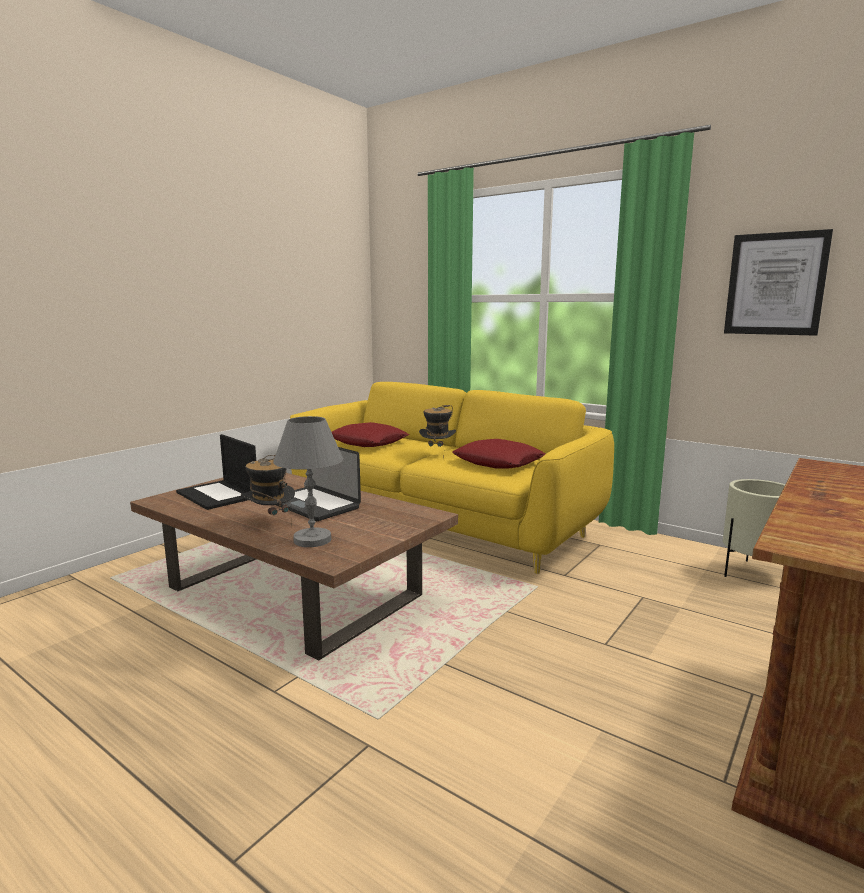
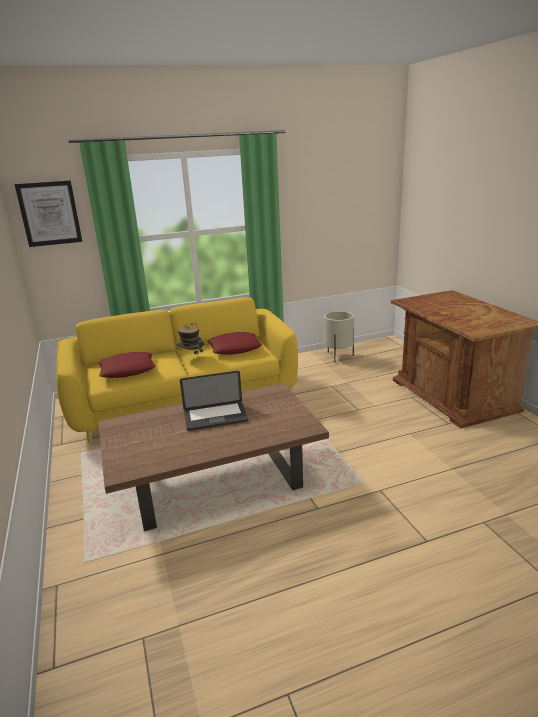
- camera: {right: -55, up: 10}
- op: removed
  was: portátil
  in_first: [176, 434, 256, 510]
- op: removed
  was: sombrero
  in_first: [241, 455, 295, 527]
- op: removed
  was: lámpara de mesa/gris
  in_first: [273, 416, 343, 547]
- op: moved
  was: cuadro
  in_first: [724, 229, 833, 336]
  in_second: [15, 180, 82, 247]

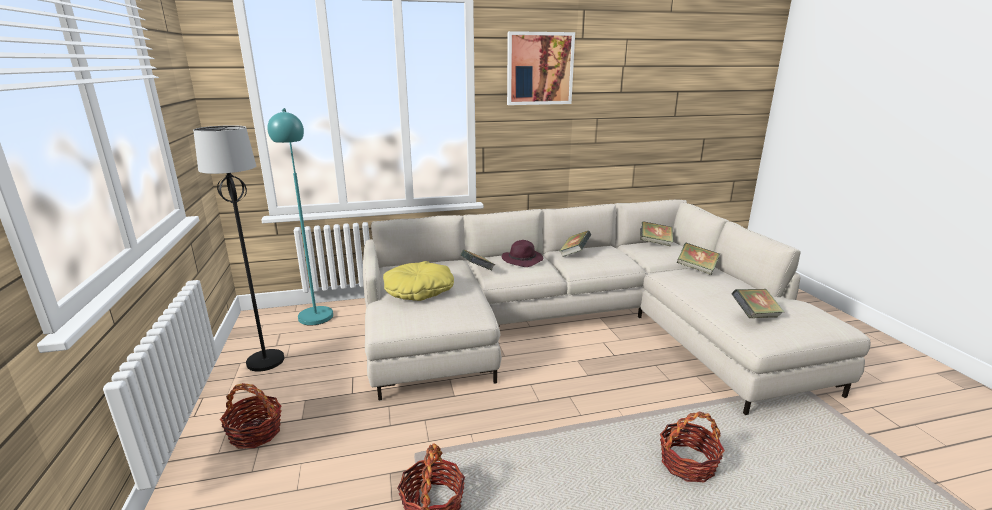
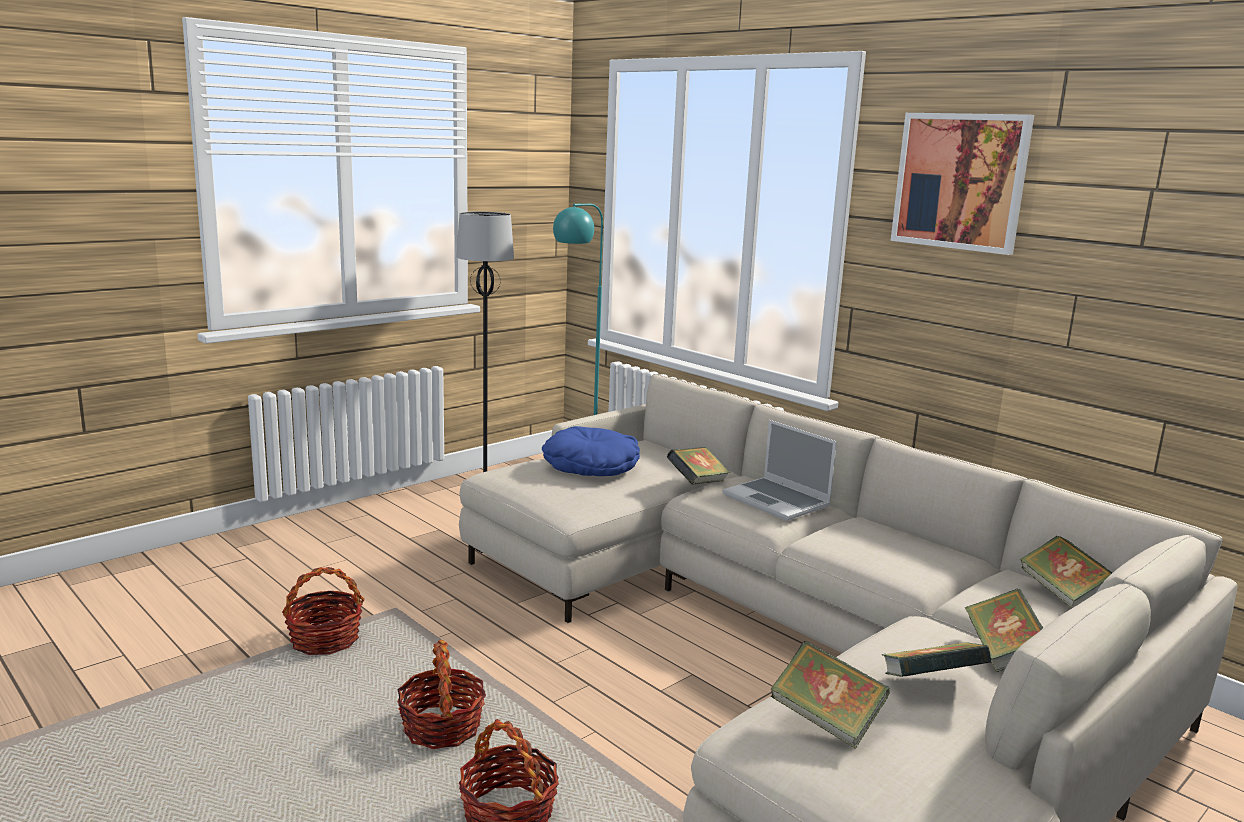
- camera: {right: 60, up: -5}
- op: moved
  was: cesta
  in_first: [220, 383, 282, 449]
  in_second: [397, 640, 486, 749]
- op: moved
  was: libro
  in_first: [560, 231, 591, 257]
  in_second: [881, 642, 991, 677]
- op: replaced
  was: sombrero/morado
  now: portátil
  in_first: [502, 240, 544, 267]
  in_second: [723, 420, 837, 521]
- op: recoloured
  was: cojín/amarillo
  now: cojín/azul
  in_first: [383, 261, 454, 301]
  in_second: [542, 426, 640, 476]

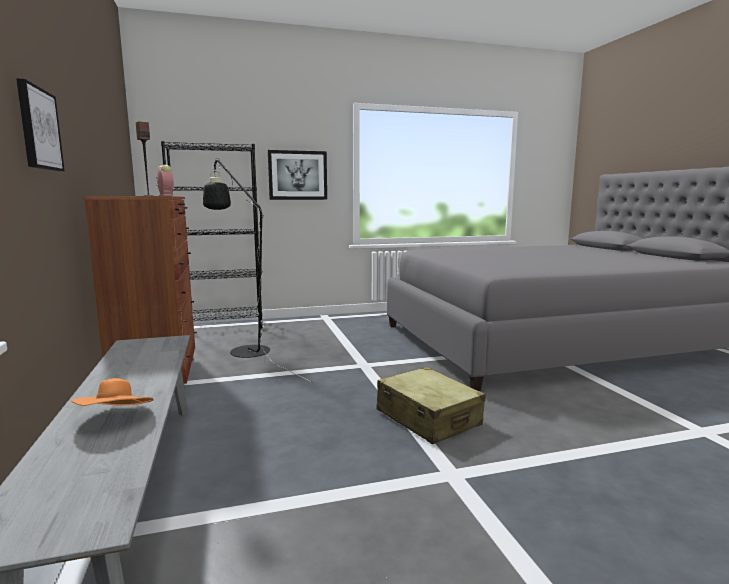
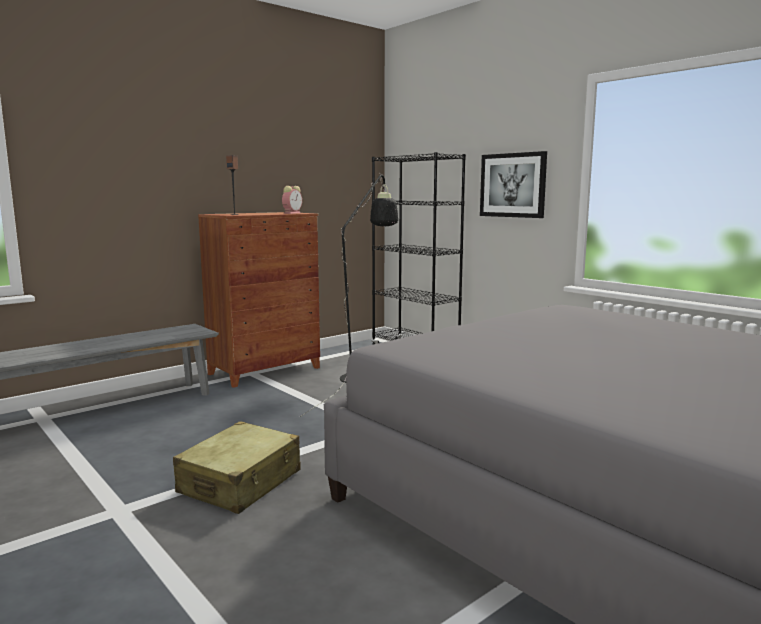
- camera: {right: 65, up: 0}
- op: removed
  was: cuadro
  in_first: [16, 78, 65, 171]
- op: removed
  was: sombrero/naranja
  in_first: [71, 378, 153, 406]

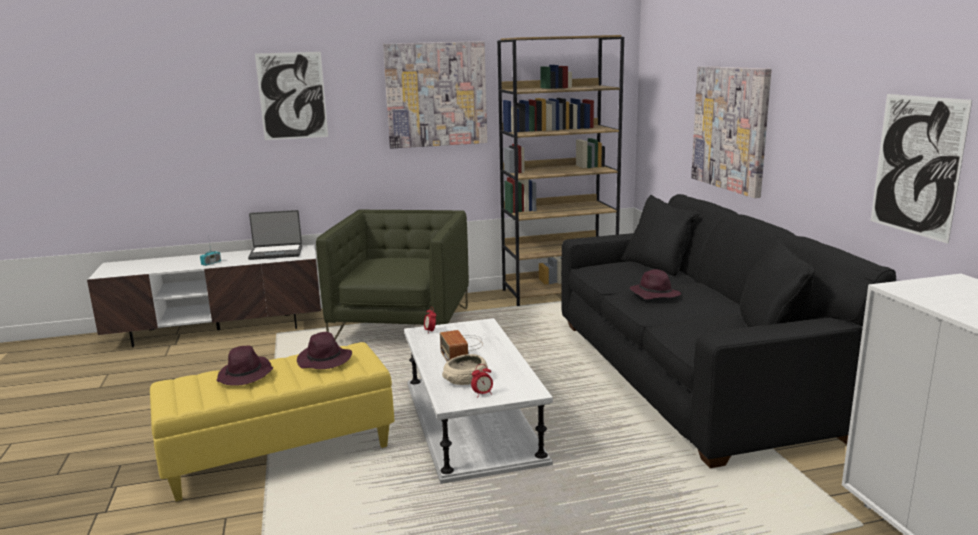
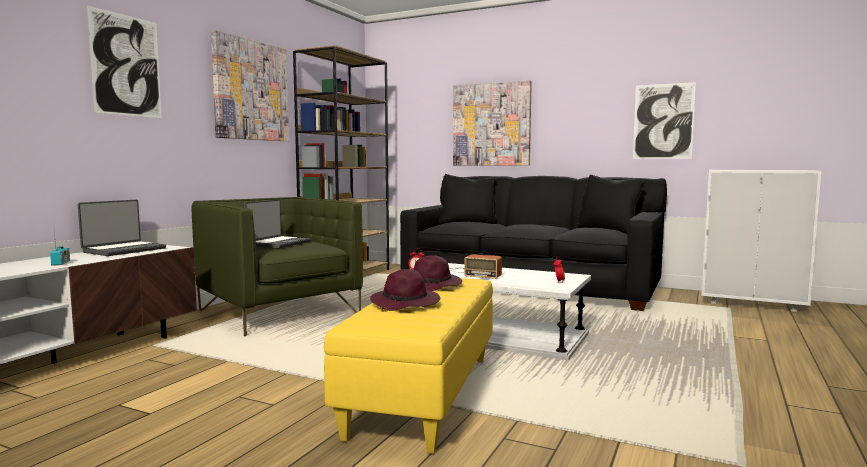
- camera: {right: -50, up: -10}
- op: removed
  was: cuenco/beis
  in_first: [442, 354, 488, 385]
- op: removed
  was: sombrero/morado
  in_first: [630, 269, 681, 299]
- op: added
  now: portátil
  in_second: [244, 199, 312, 248]

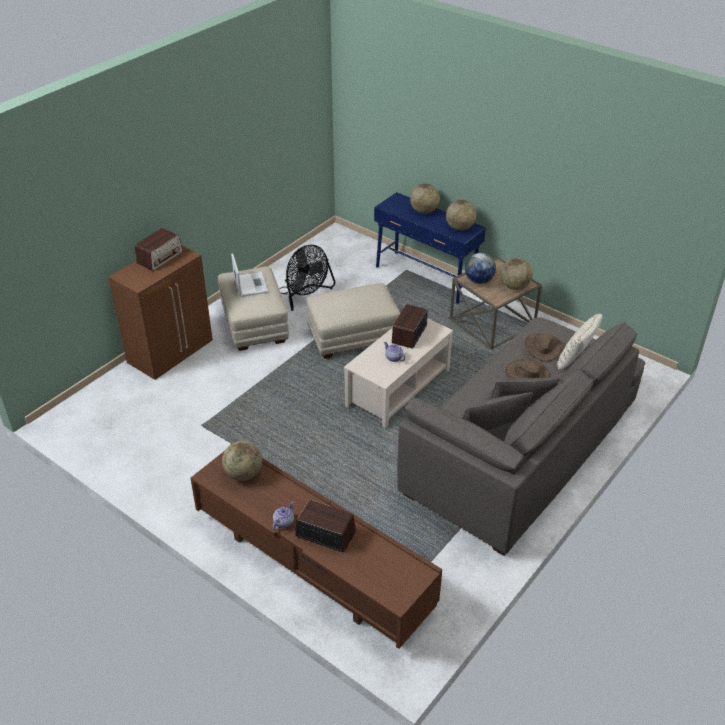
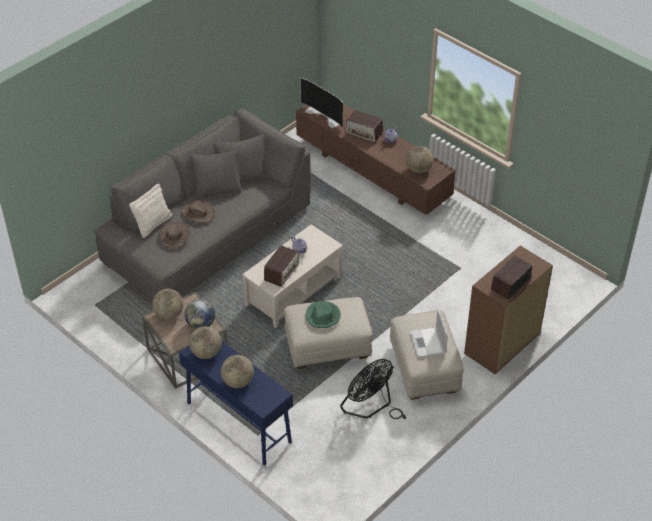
- camera: {right: -175, up: 5}
- op: added
  now: televisor
  in_second: [300, 78, 343, 128]
- op: added
  now: sombrero/verde
  in_second: [306, 301, 341, 328]

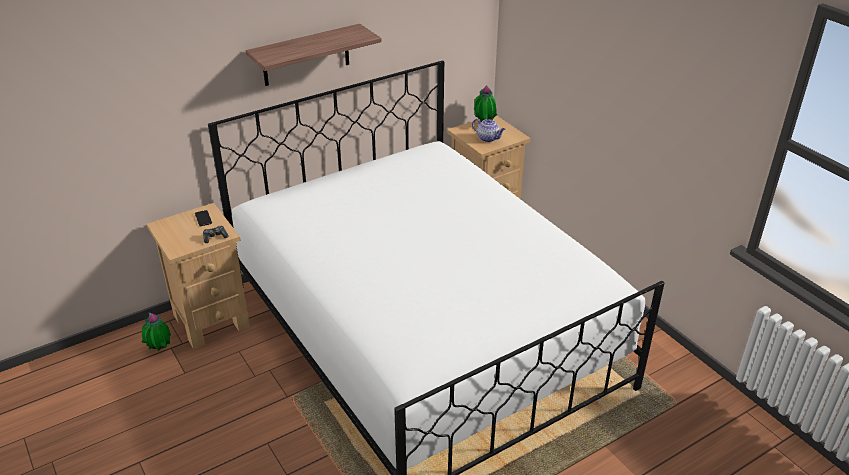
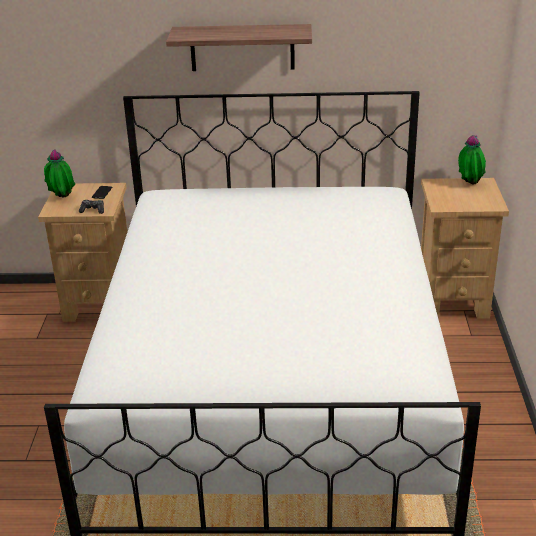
- camera: {right: 35, up: -5}
- op: removed
  was: tetera
  in_first: [472, 119, 505, 142]
- op: moved
  was: planta en maceta
  in_first: [142, 312, 171, 351]
  in_second: [44, 149, 75, 198]

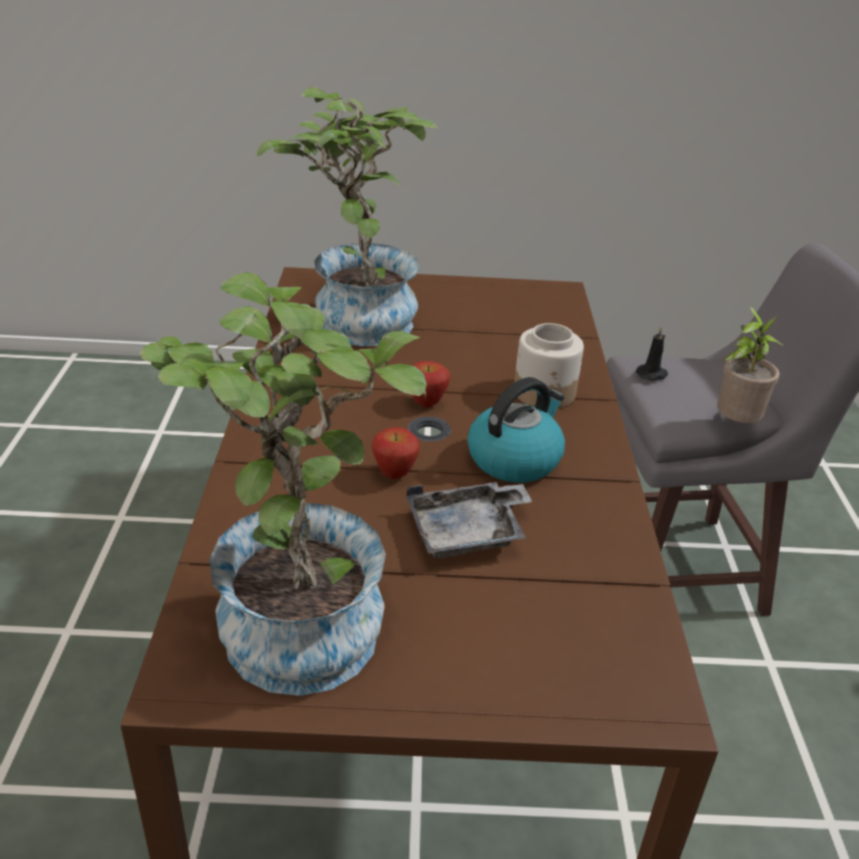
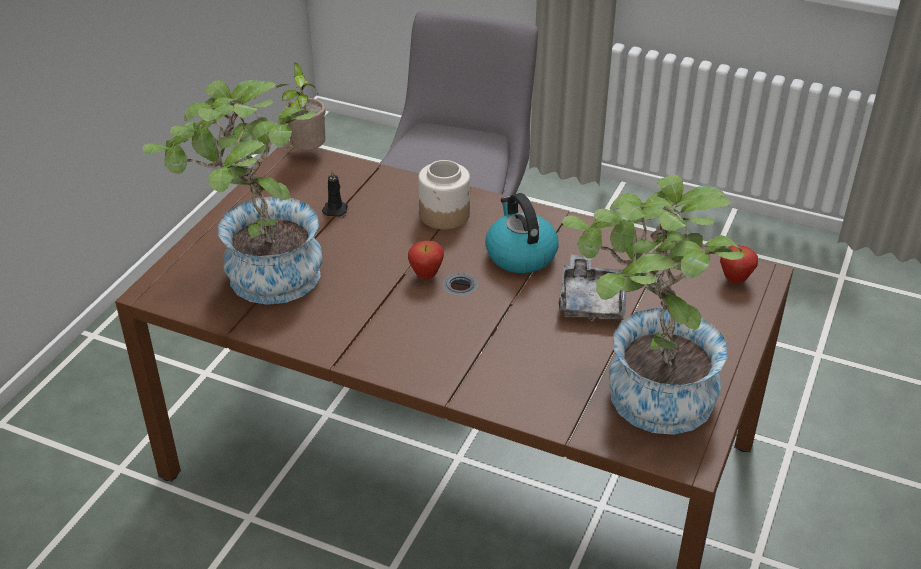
- camera: {right: -65, up: 5}
- op: moved
  was: manzana
  in_first: [372, 427, 420, 479]
  in_second: [720, 245, 758, 284]
- op: moved
  was: vela/negro
  in_first: [636, 326, 668, 381]
  in_second: [322, 169, 348, 217]
- op: moved
  was: planta en maceta
  in_first: [717, 307, 782, 423]
  in_second: [277, 63, 326, 150]

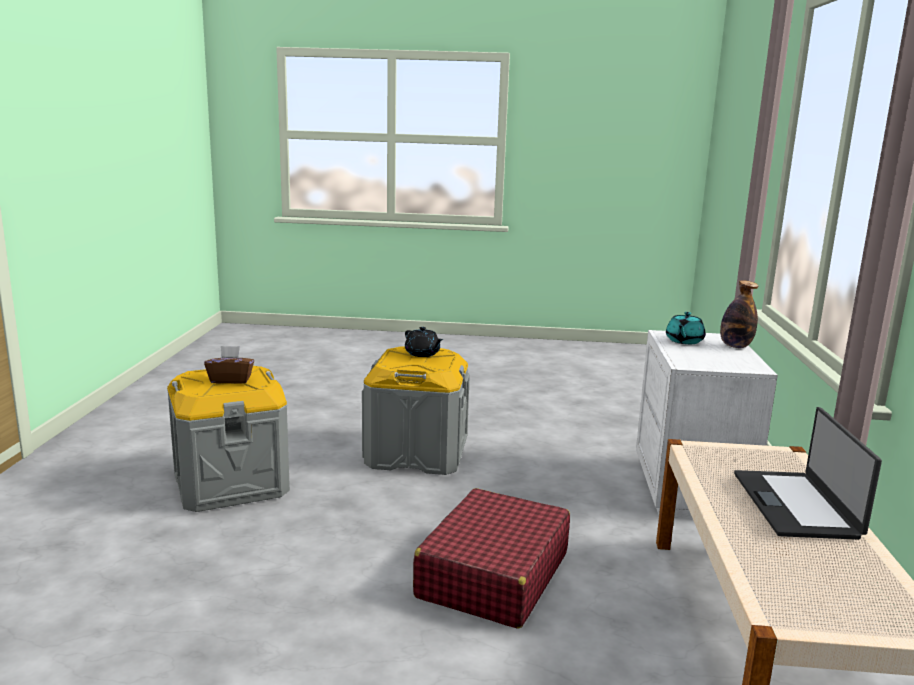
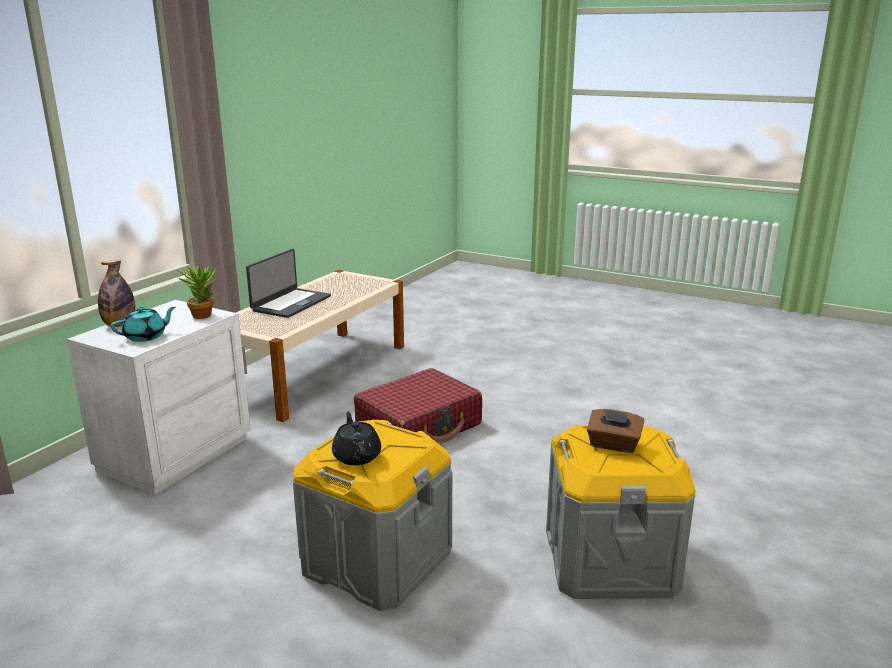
- camera: {right: -155, up: 5}
- op: added
  now: planta en maceta
  in_second: [176, 263, 216, 319]

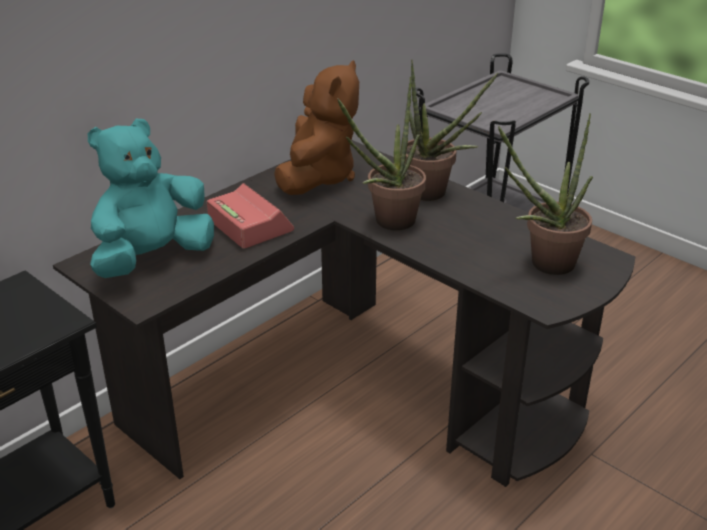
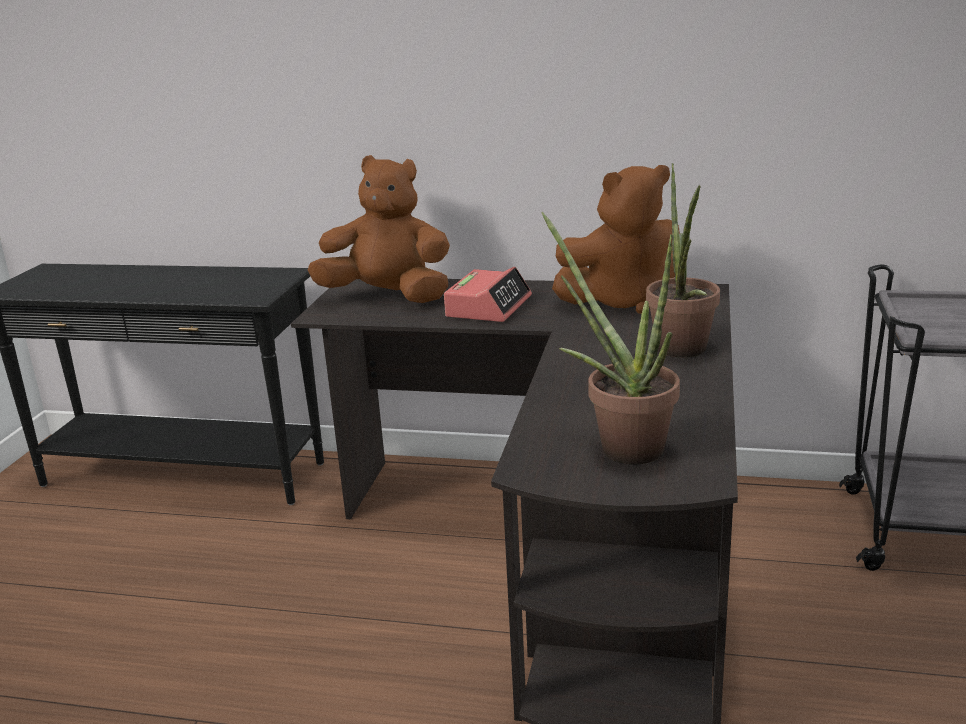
- camera: {right: 60, up: -10}
- op: removed
  was: planta en maceta
  in_first: [338, 77, 426, 231]
- op: recoloured
  was: peluche/turquesa
  now: peluche/marrón
  in_first: [88, 119, 214, 278]
  in_second: [308, 155, 450, 303]

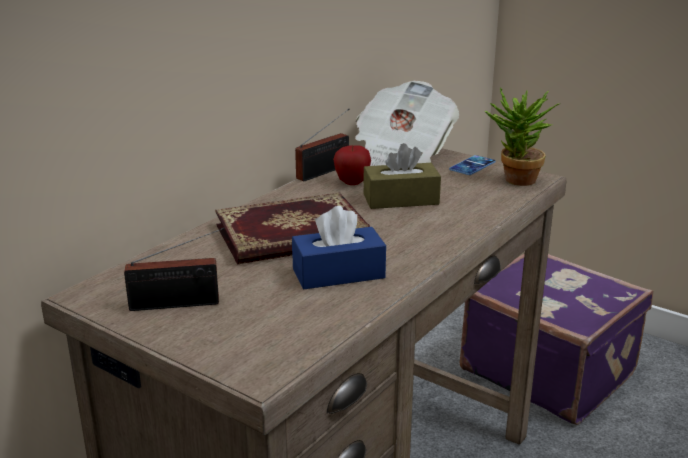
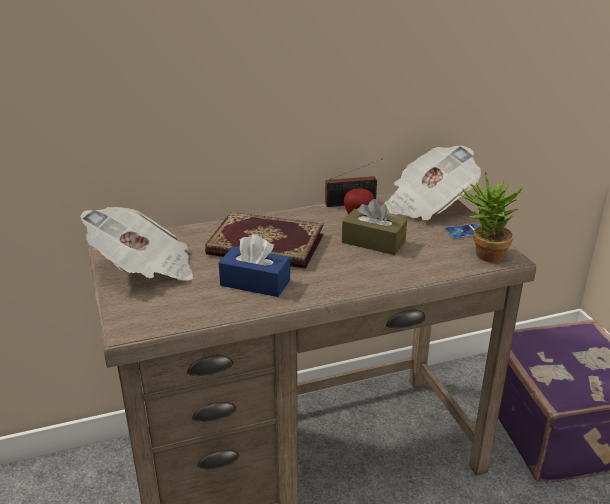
- camera: {right: 35, up: 5}
- op: replaced
  was: radio
  now: periódico
  in_first: [124, 228, 225, 311]
  in_second: [80, 207, 193, 281]

